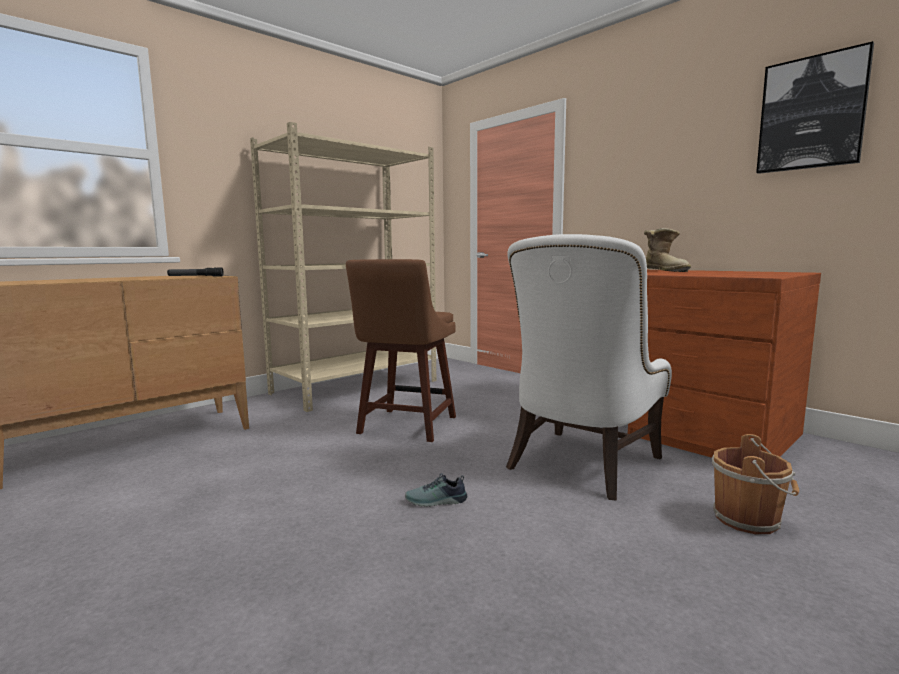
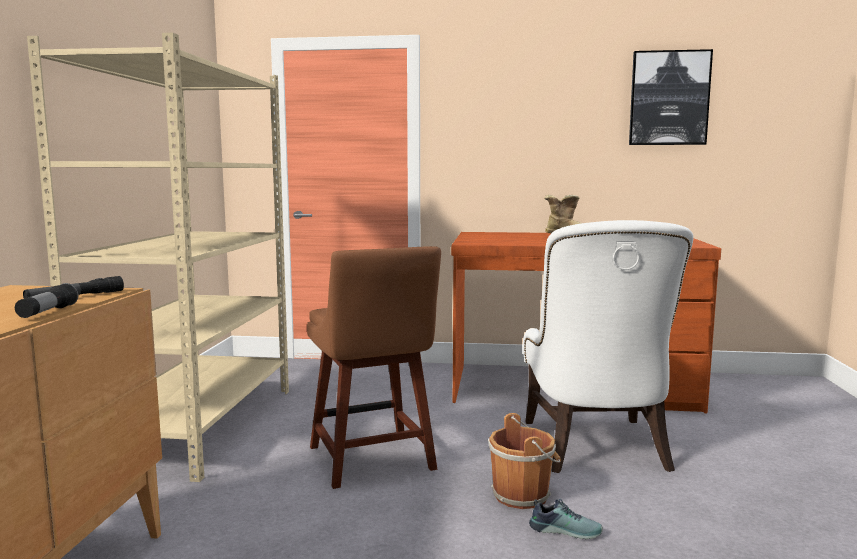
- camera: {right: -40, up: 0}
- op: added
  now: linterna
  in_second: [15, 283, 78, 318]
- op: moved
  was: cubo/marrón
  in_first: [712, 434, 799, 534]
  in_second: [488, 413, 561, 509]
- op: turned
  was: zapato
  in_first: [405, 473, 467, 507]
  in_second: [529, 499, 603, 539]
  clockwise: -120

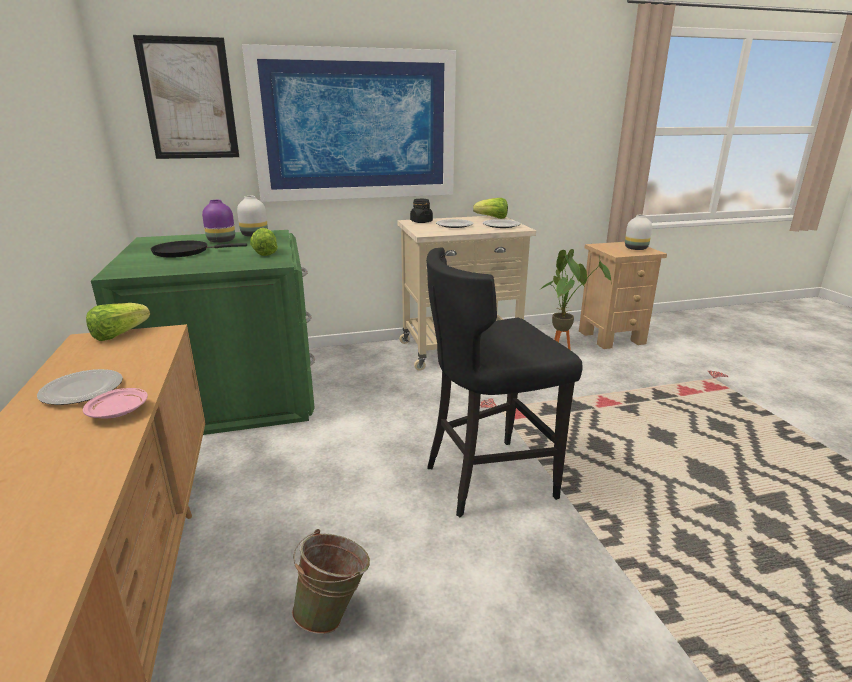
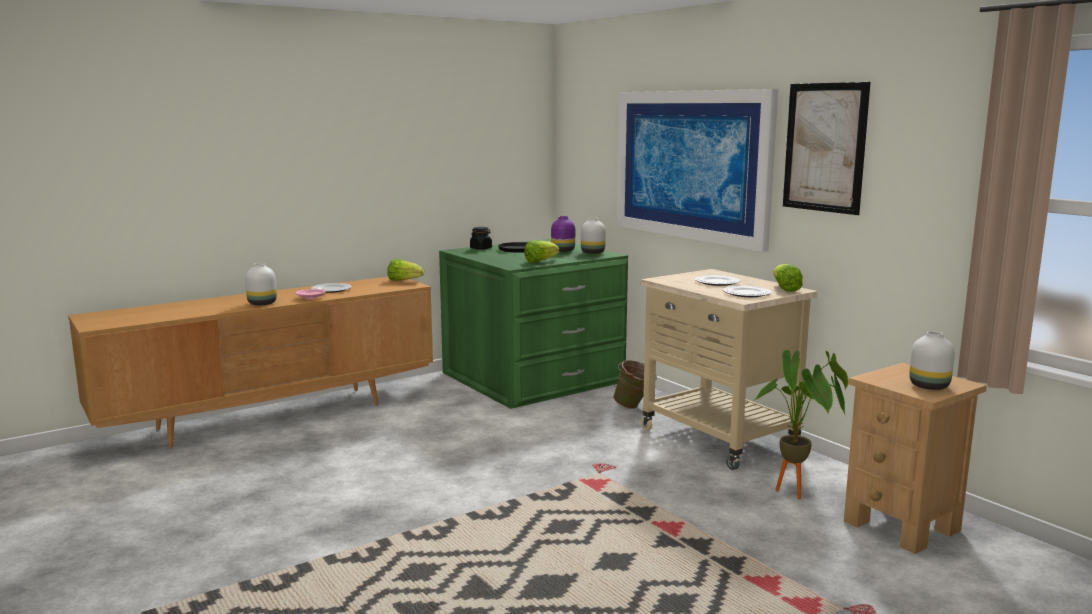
- camera: {right: 70, up: -10}
- op: removed
  was: taburete/negro
  in_first: [426, 247, 583, 517]
- op: added
  now: florero/blanco
  in_second: [245, 263, 277, 305]
- op: moved
  was: cuadro
  in_first: [133, 35, 239, 159]
  in_second: [783, 82, 871, 215]
- op: moved
  was: cubo/verde
  in_first: [292, 529, 370, 634]
  in_second: [613, 360, 657, 409]
- op: moved
  was: tarro/negro
  in_first: [410, 199, 433, 223]
  in_second: [470, 227, 492, 250]

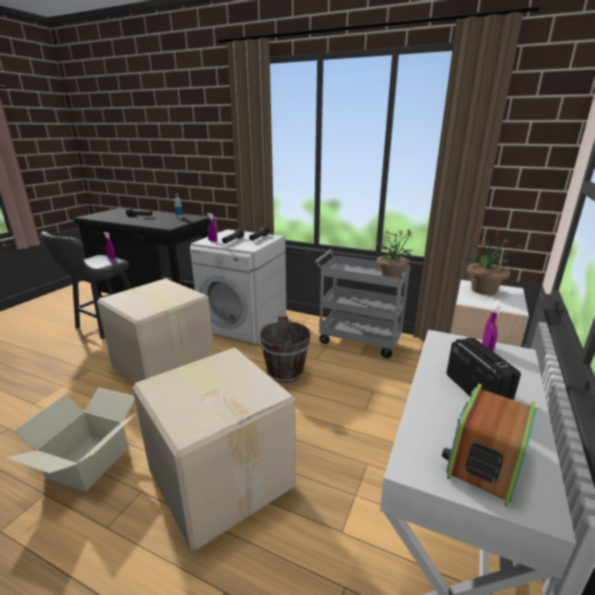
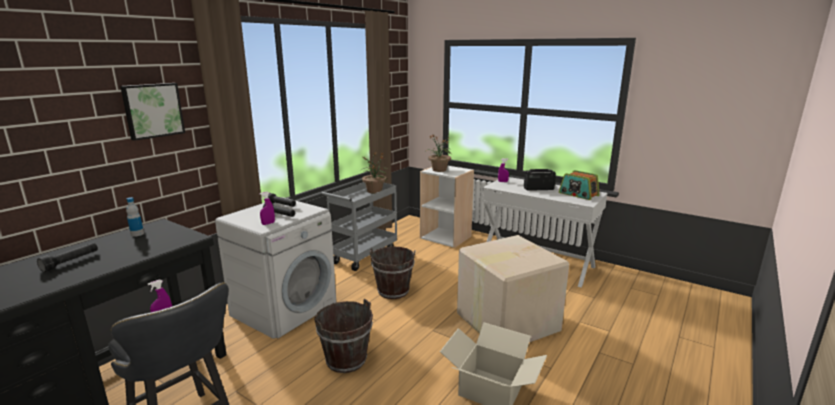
- camera: {right: -80, up: -5}
- op: added
  now: cuadro
  in_second: [120, 83, 185, 141]
- op: replaced
  was: caja de cartón
  now: cubo/marrón
  in_first: [97, 278, 215, 383]
  in_second: [314, 299, 373, 373]

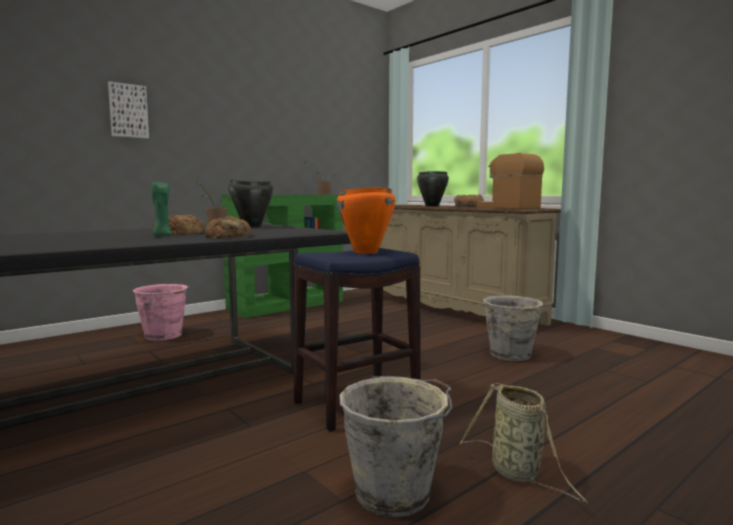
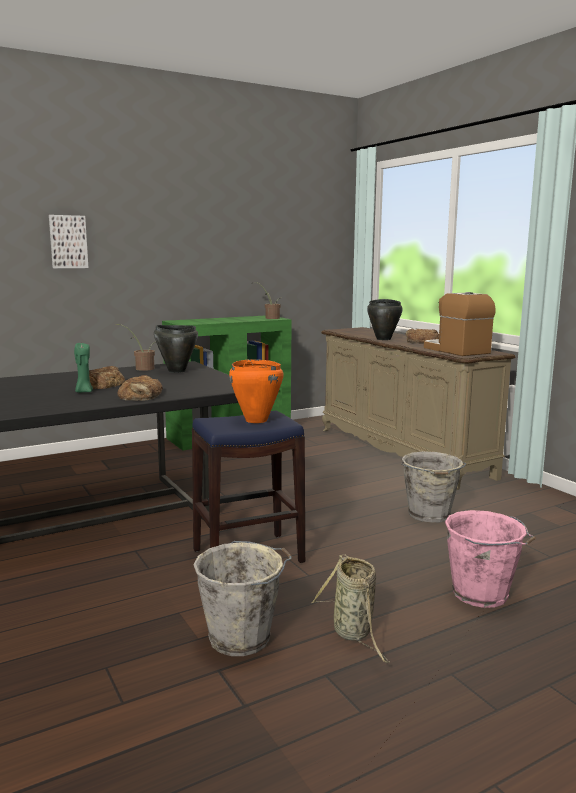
- camera: {right: 10, up: 5}
- op: moved
  was: cubo/rosa
  in_first: [133, 284, 189, 341]
  in_second: [445, 510, 536, 608]

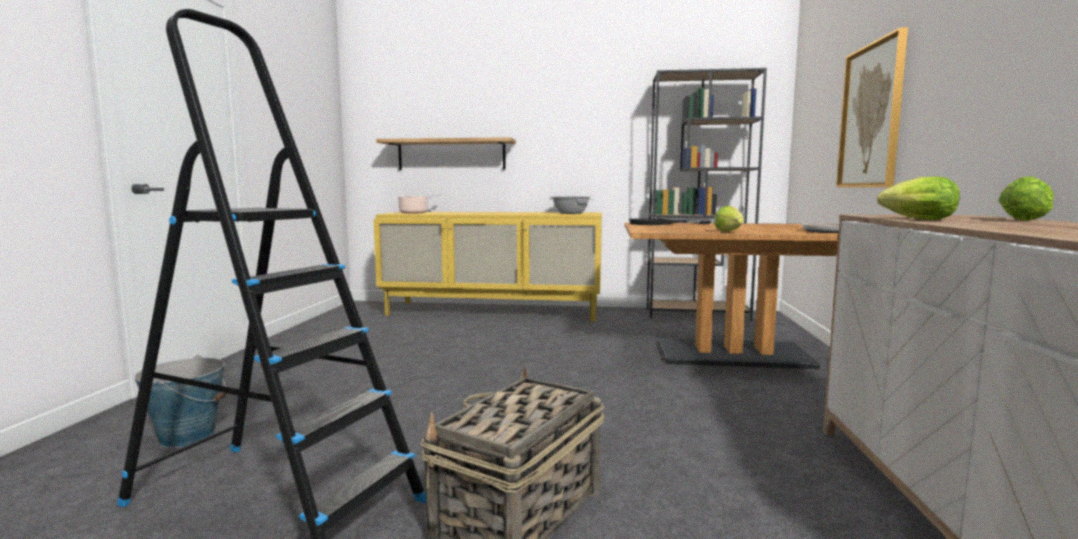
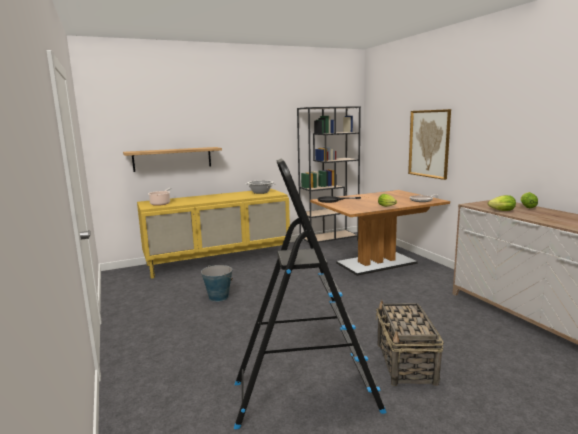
- camera: {right: -30, up: 5}
- op: moved
  was: cubo
  in_first: [134, 355, 227, 448]
  in_second: [201, 265, 233, 302]

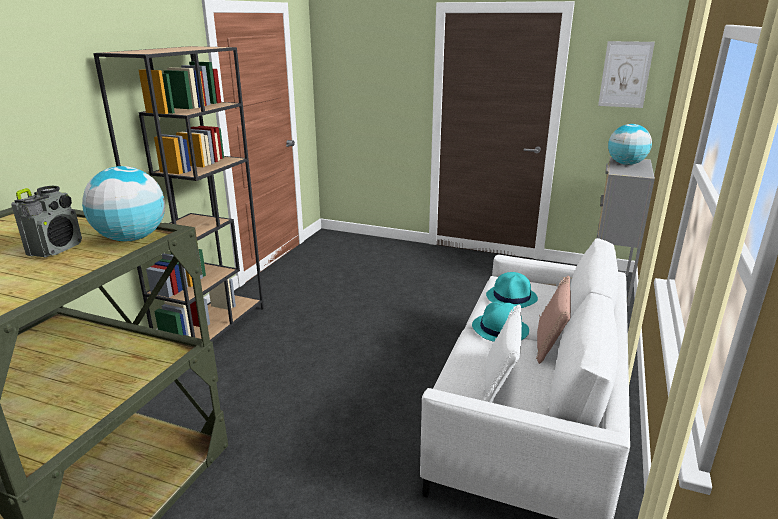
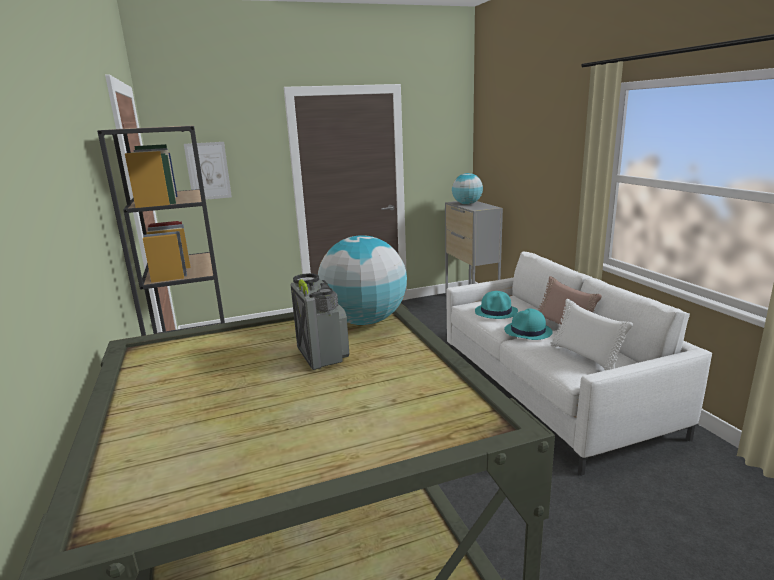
- camera: {right: -40, up: -5}
- op: moved
  was: cuadro
  in_first: [598, 41, 655, 108]
  in_second: [184, 142, 232, 200]

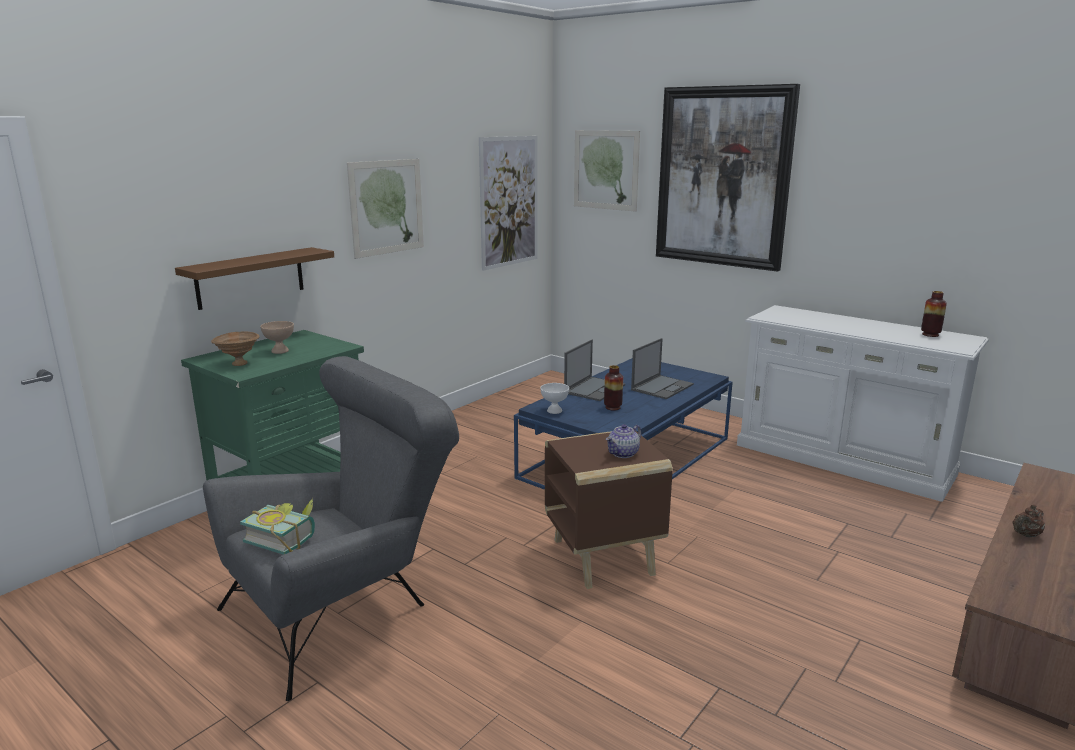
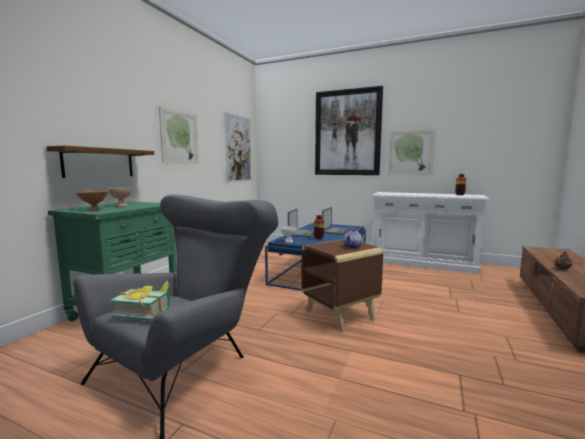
- camera: {right: -15, up: -10}
- op: moved
  was: cuadro
  in_first: [574, 130, 640, 212]
  in_second: [387, 129, 436, 174]

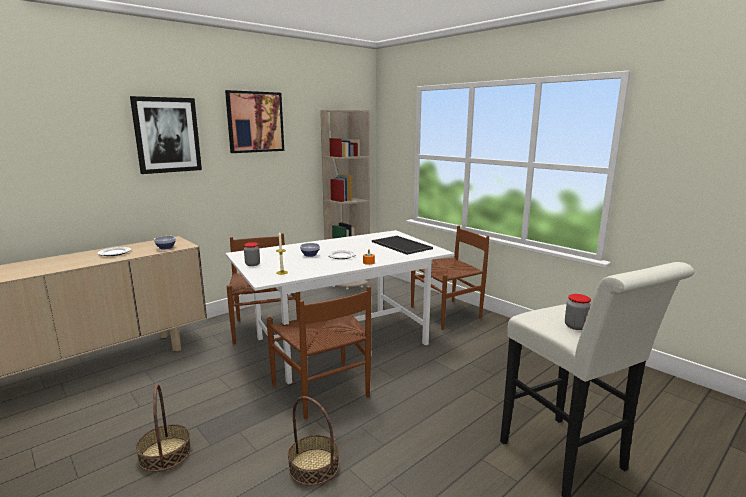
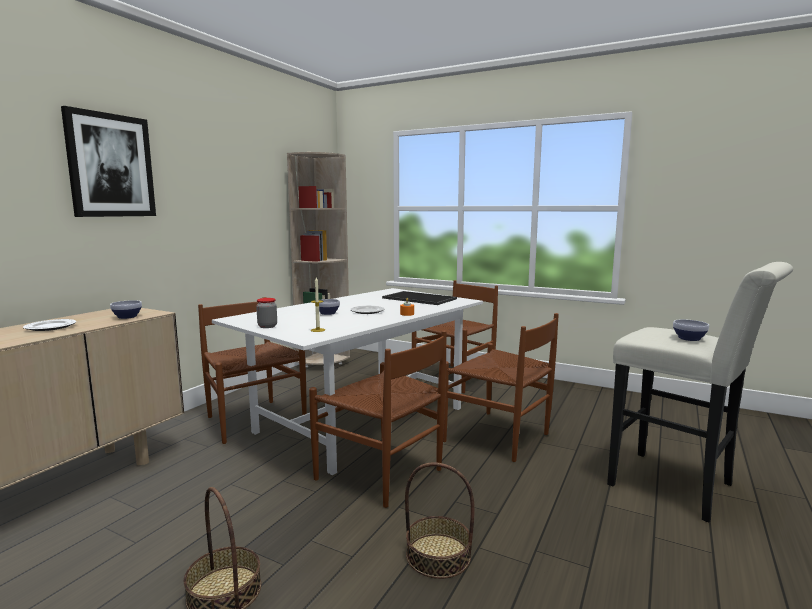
- camera: {right: -20, up: -5}
- op: removed
  was: cuadro
  in_first: [225, 90, 284, 153]
- op: added
  now: silla/marrón
  in_second: [443, 313, 559, 462]
- op: replaced
  was: tarro
  now: cuenco
  in_first: [565, 294, 591, 330]
  in_second: [673, 319, 709, 341]

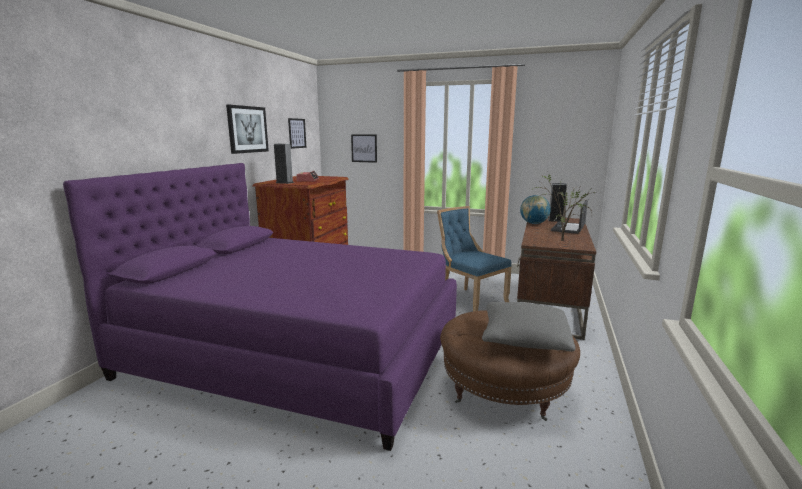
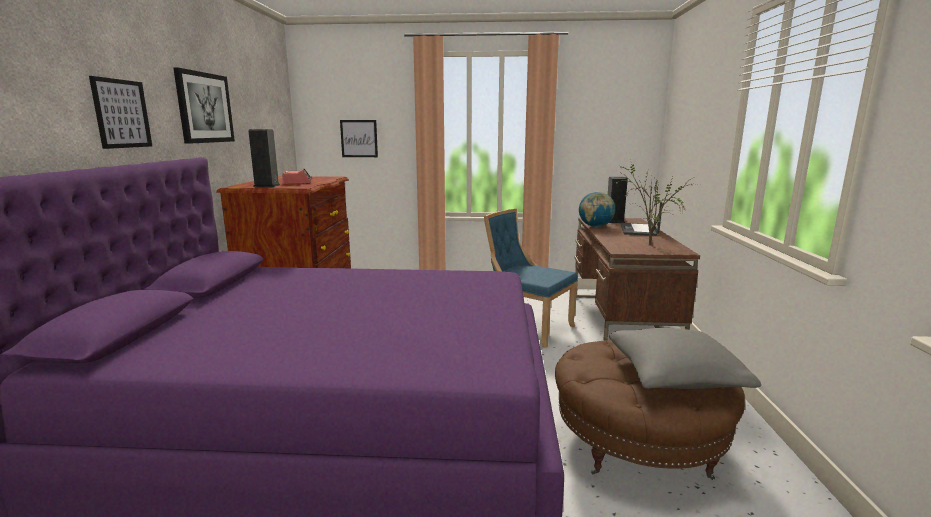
- camera: {right: -15, up: 0}
- op: moved
  was: cuadro
  in_first: [288, 118, 306, 149]
  in_second: [89, 76, 152, 149]

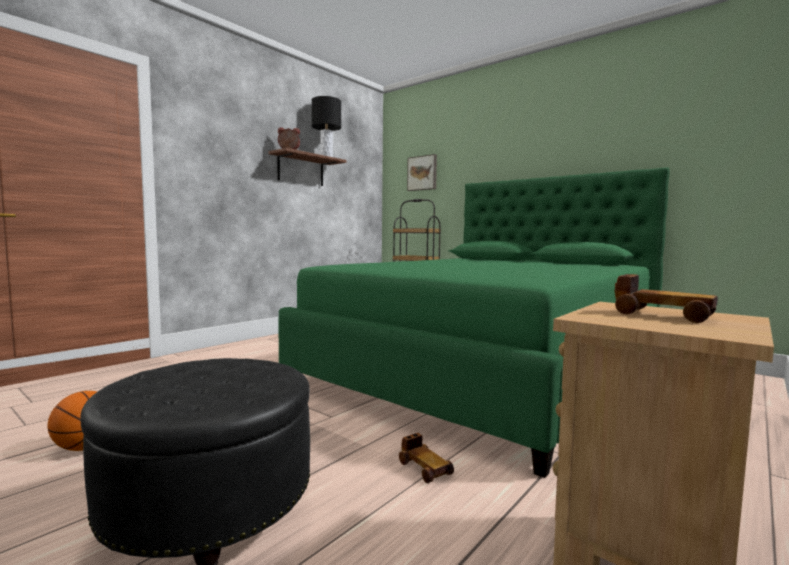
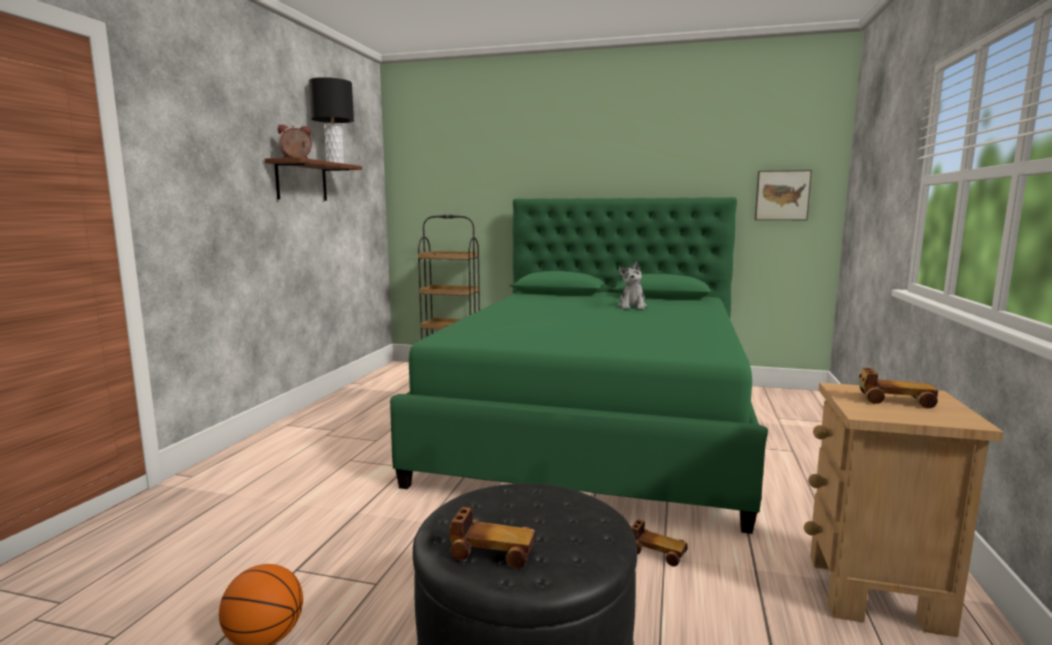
- camera: {right: -25, up: 5}
- op: added
  now: coche de juguete
  in_second: [449, 507, 536, 569]
- op: added
  now: peluche
  in_second: [618, 261, 647, 309]
- op: moved
  was: cuadro
  in_first: [407, 154, 437, 191]
  in_second: [755, 170, 812, 220]

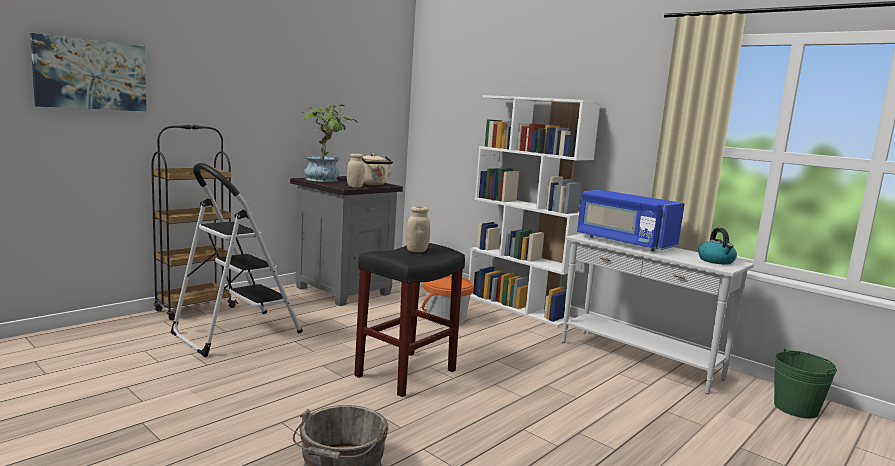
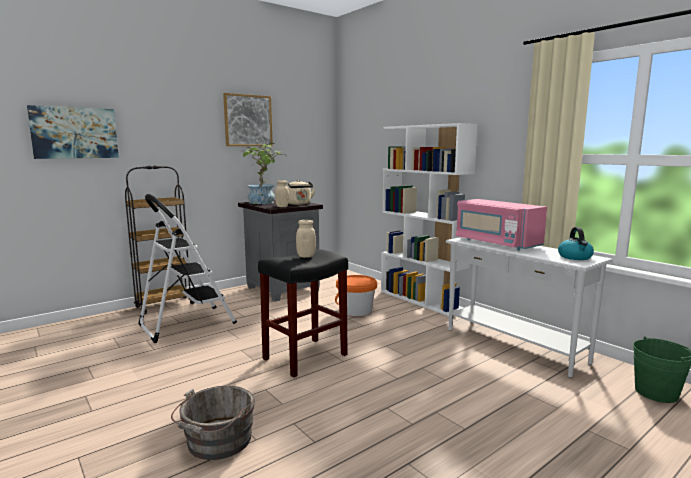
- camera: {right: 10, up: 0}
- op: added
  now: cuadro
  in_second: [223, 93, 273, 146]
- op: recoloured
  was: microondas/azul
  now: microondas/rosa
  in_first: [577, 190, 685, 251]
  in_second: [456, 199, 547, 250]

